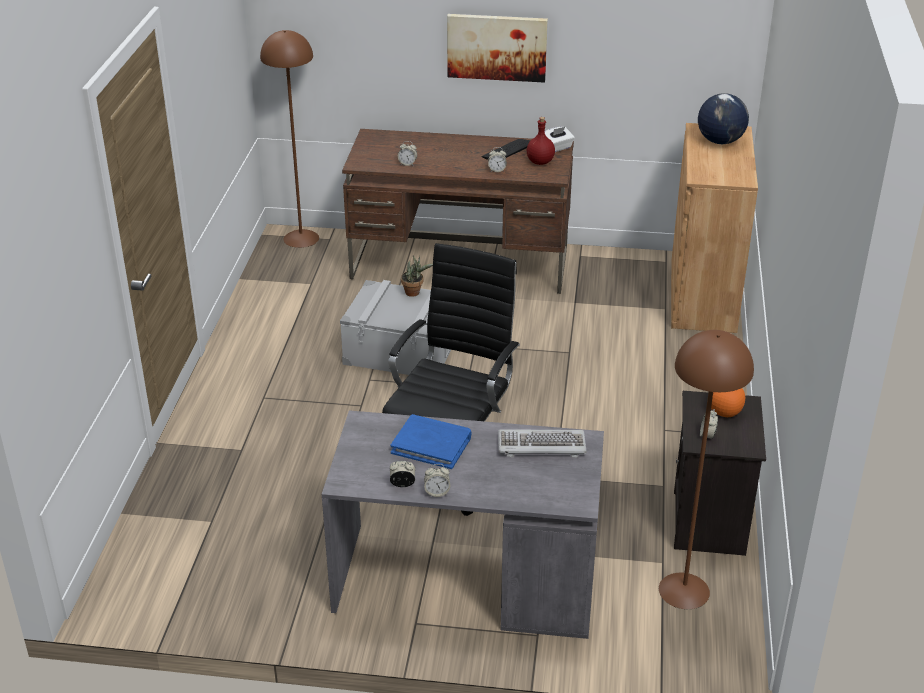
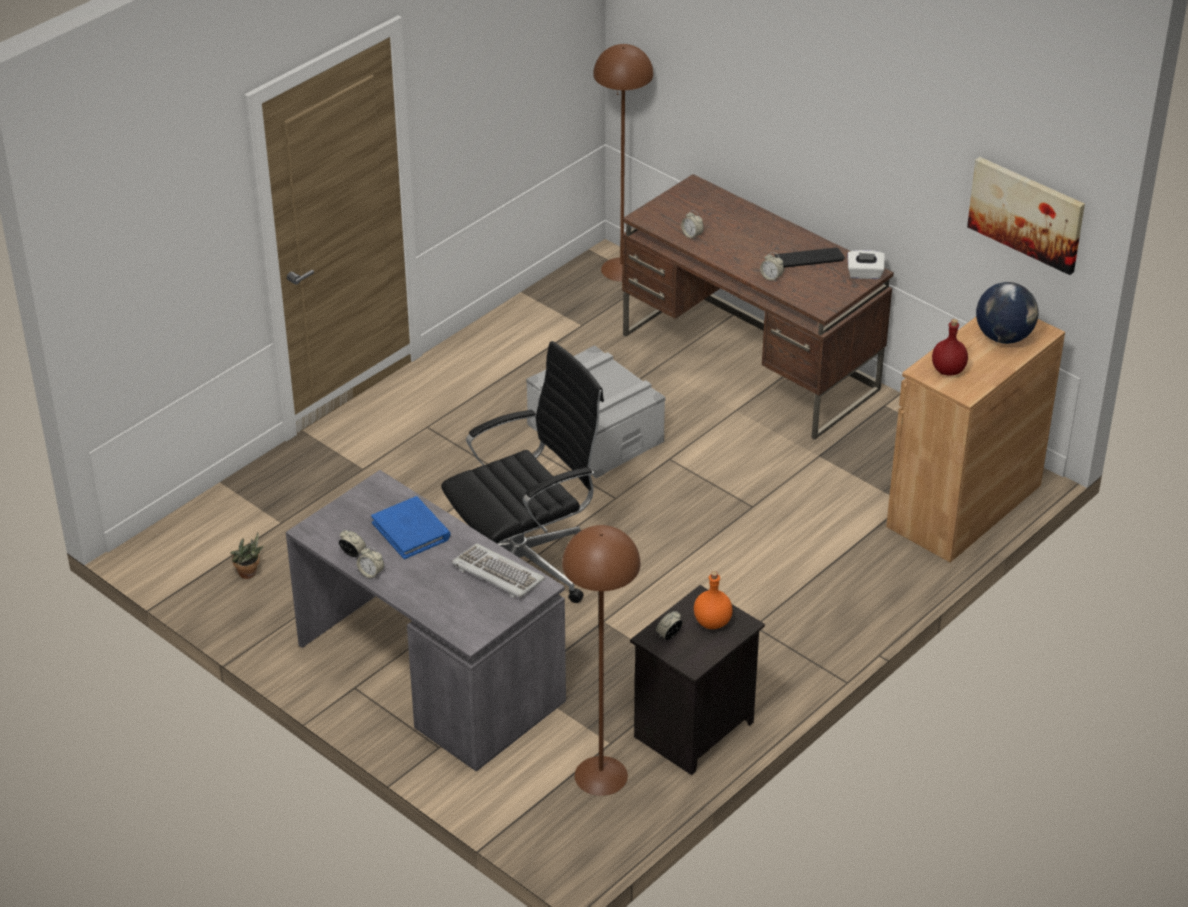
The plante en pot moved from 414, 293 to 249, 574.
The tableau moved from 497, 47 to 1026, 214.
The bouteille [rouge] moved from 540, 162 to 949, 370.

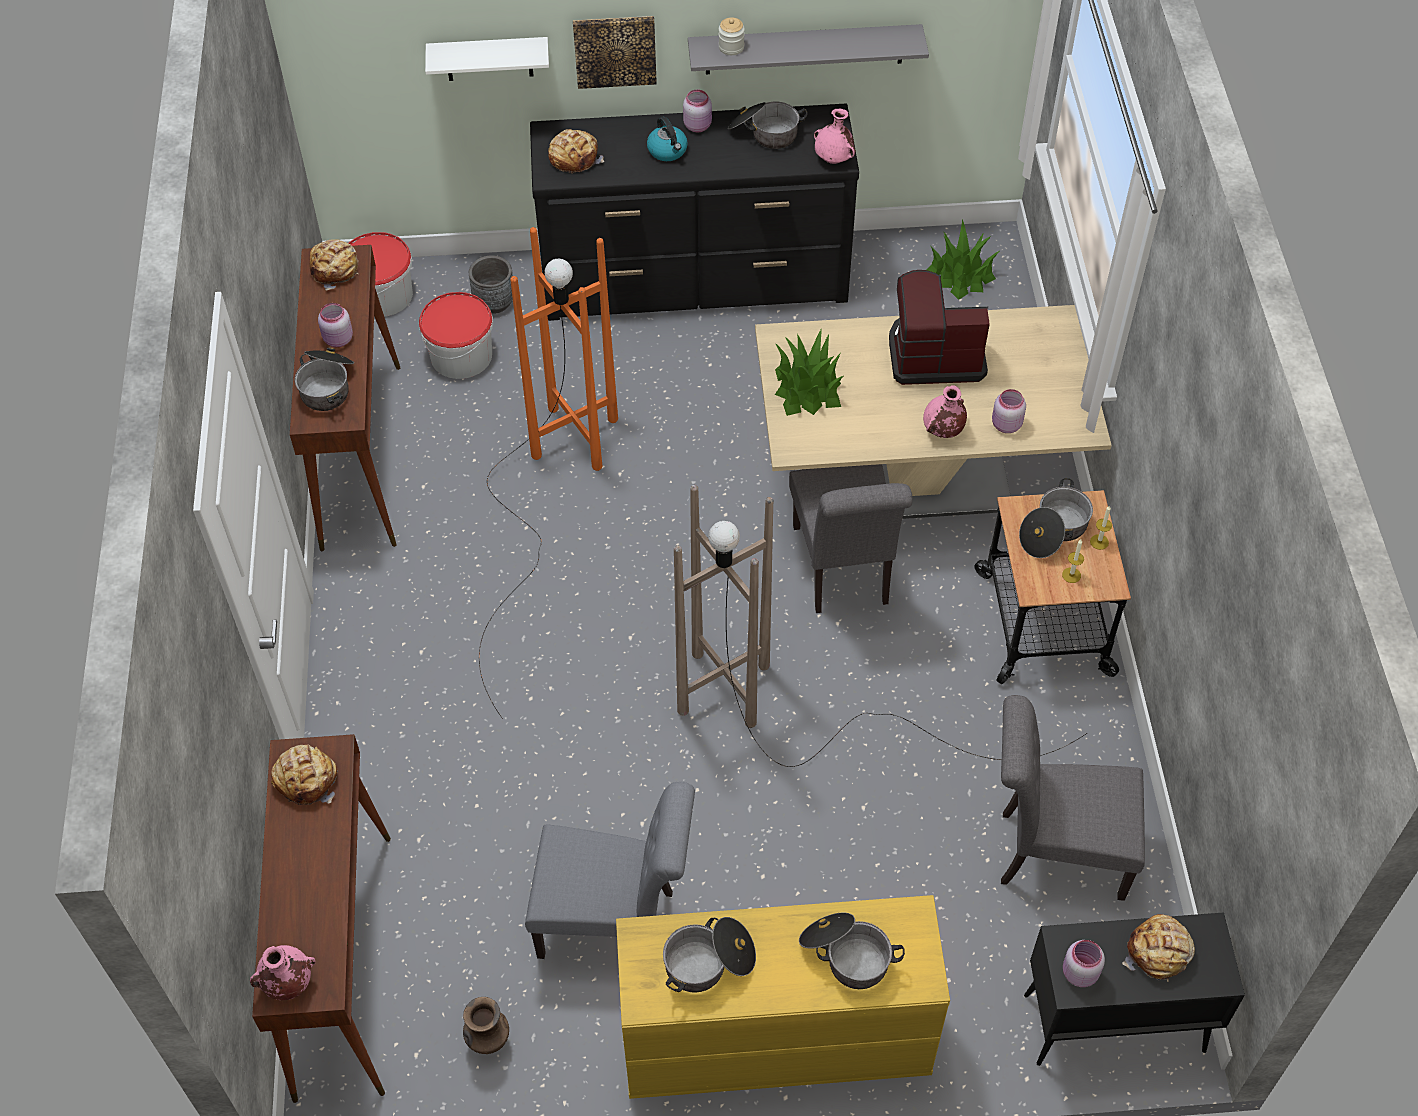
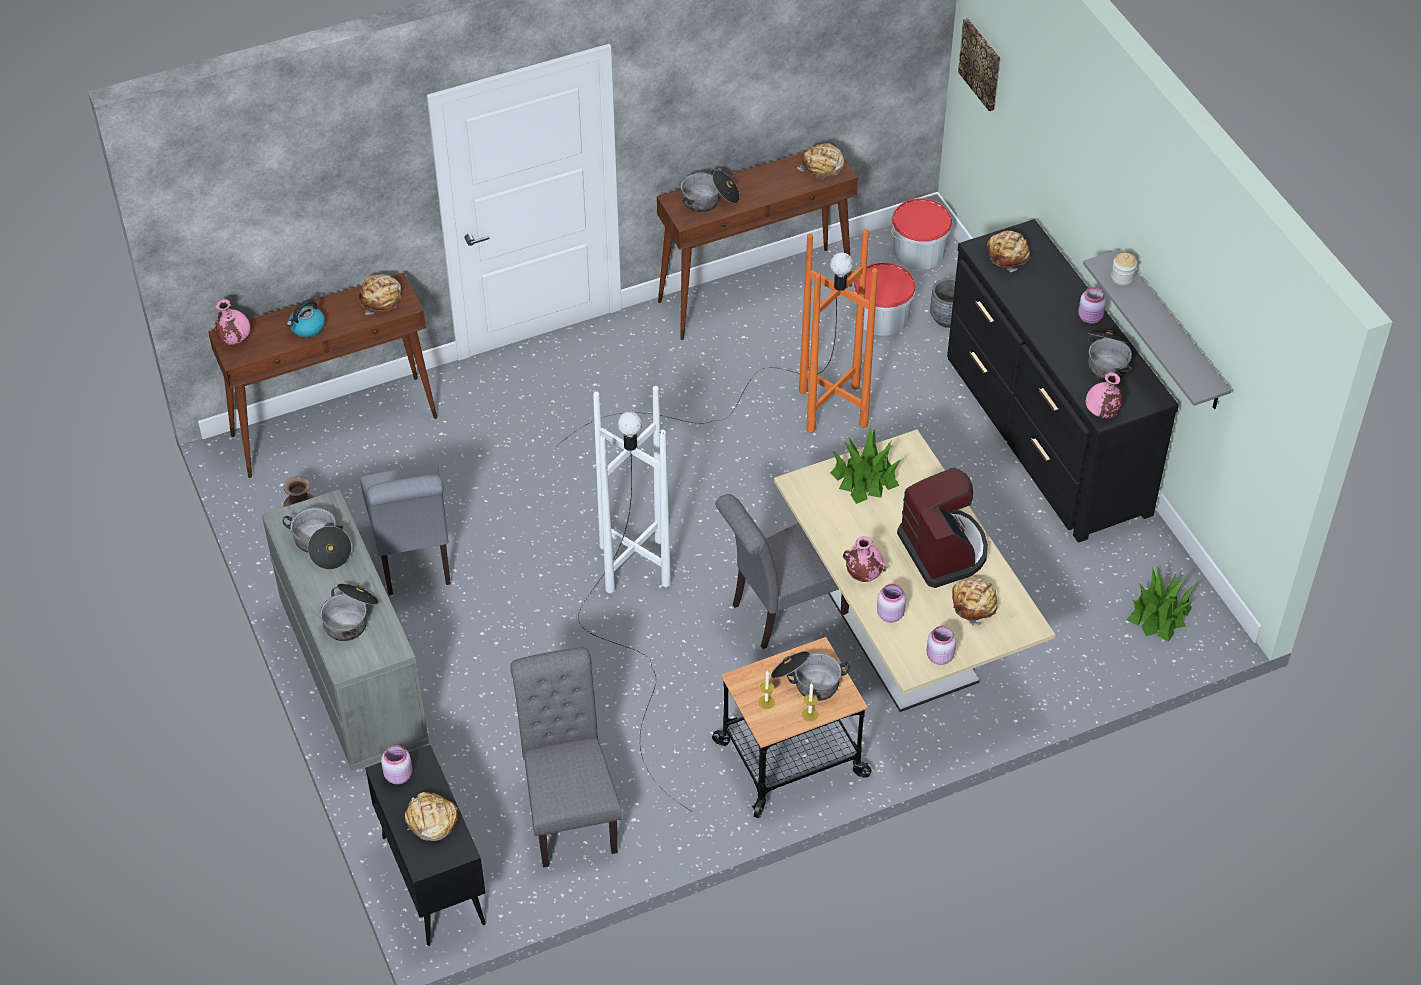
The étagère [blanc] at 489, 59 disappeared.
The pain at 975, 604 appeared.
The bocal [rose] moved from 338, 340 to 939, 656.
The tableau moved from 615, 50 to 981, 64.
The bouilloire moved from 668, 151 to 307, 328.
The commode [jaune] at 773, 1038 became the commode [gris] at 353, 673.
The lampadaire [marron] at 805, 715 became the lampadaire [blanc] at 633, 622.

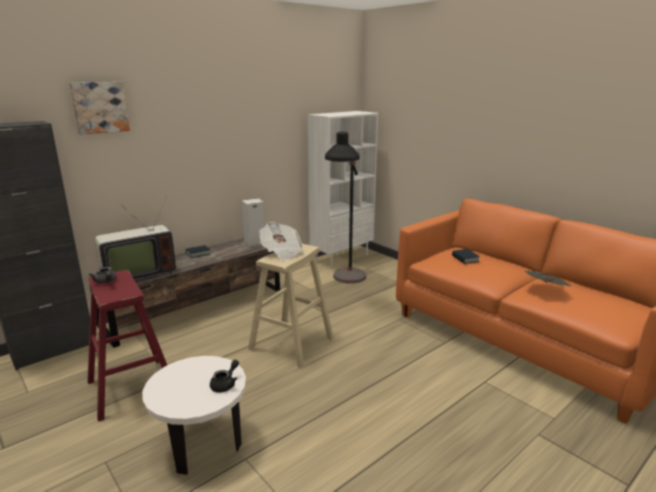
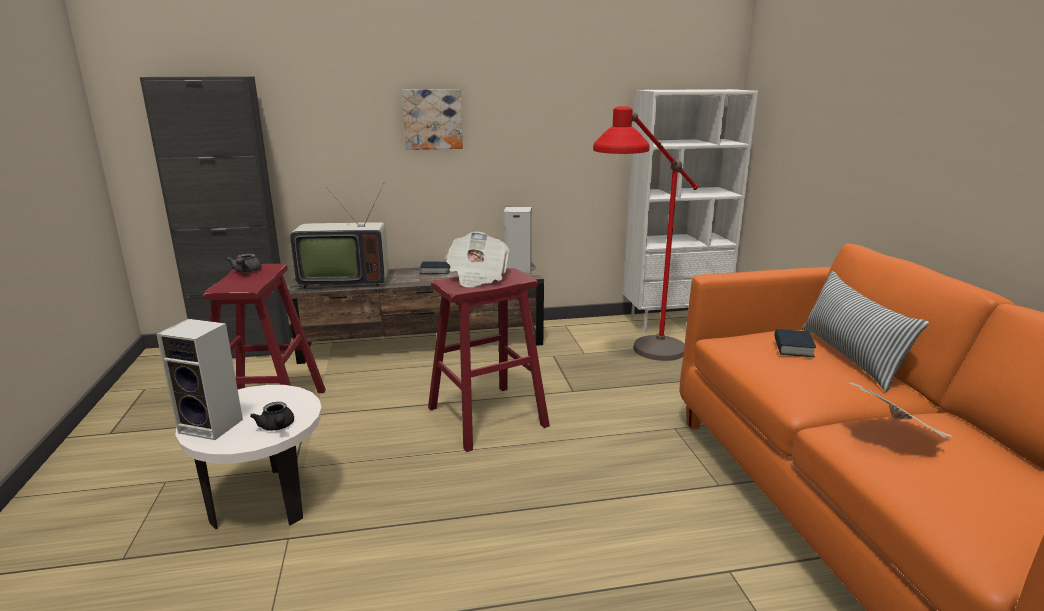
The enceinte at 213, 426 appeared.
The coussin at 850, 357 appeared.
The tableau moved from 100, 107 to 432, 119.
The tabouret [beige] at 291, 344 became the tabouret [rouge] at 487, 417.
The lampadaire [noir] at 346, 286 became the lampadaire [rouge] at 640, 361.
The théière [noir] at 225, 384 turned 90 degrees clockwise.

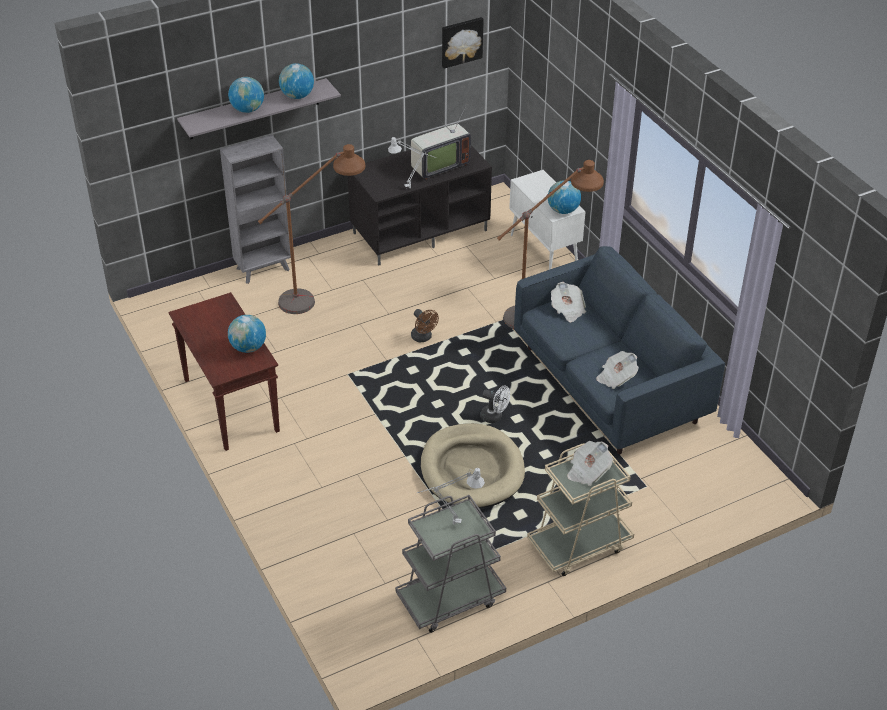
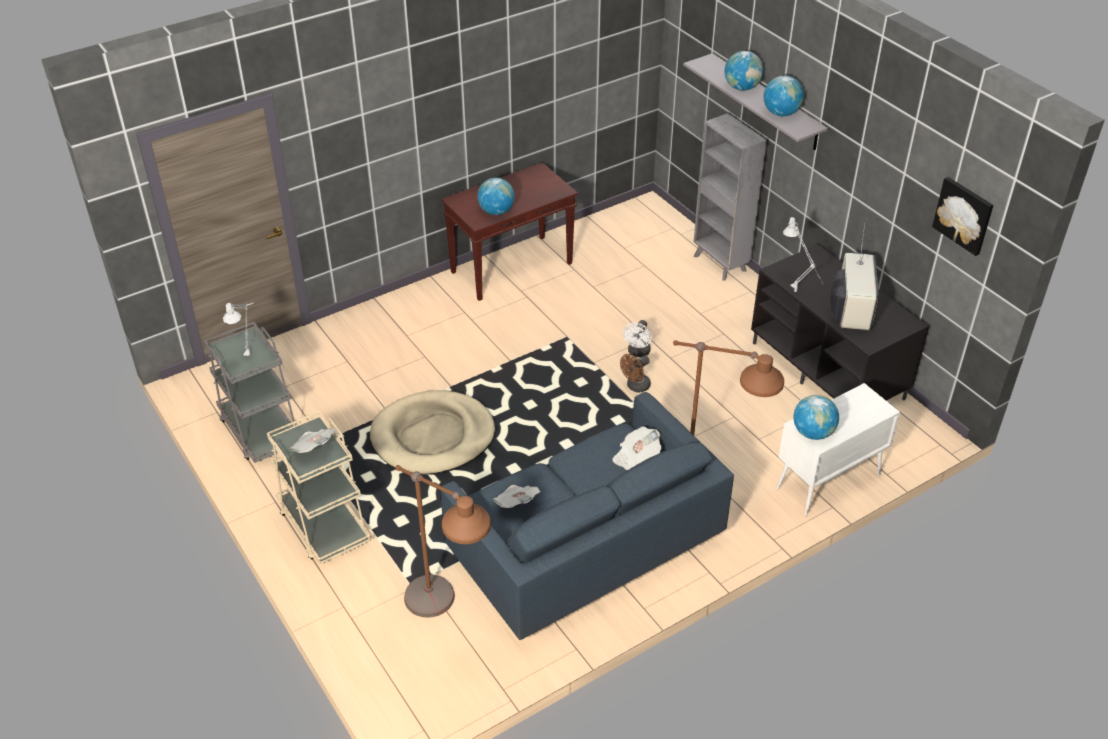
The lampadaire [marron] moved from 320, 294 to 447, 621.
The ventilateur [blanc] moved from 494, 417 to 638, 353.
The téléviseur at 438, 166 turned 135 degrees counterclockwise.

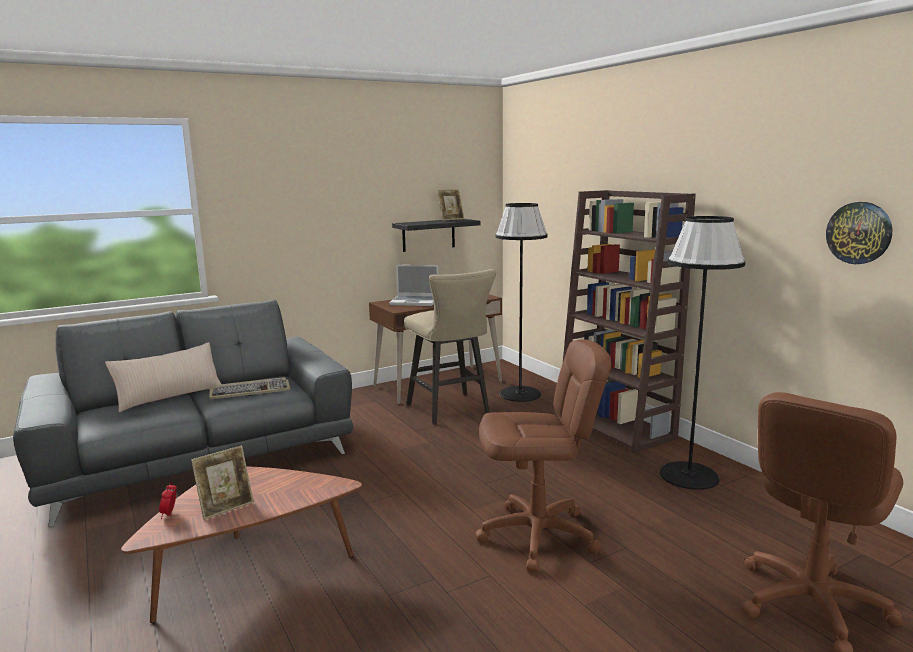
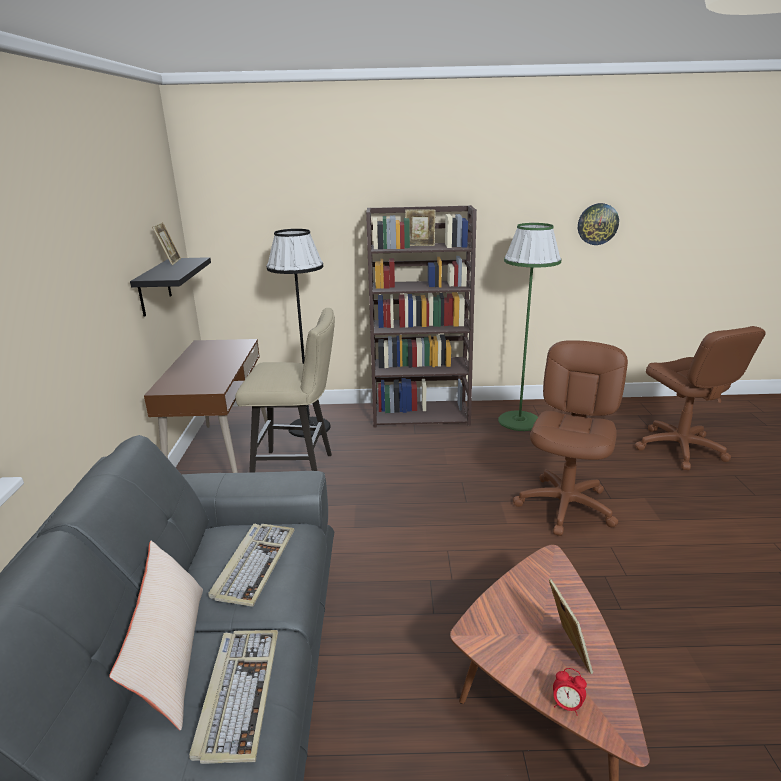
The ordinateur portable at 415, 302 disappeared.
The clavier at 238, 693 appeared.
The cadre photo at 420, 245 appeared.
The lampadaire [noir] at 689, 476 became the lampadaire [vert] at 519, 421.

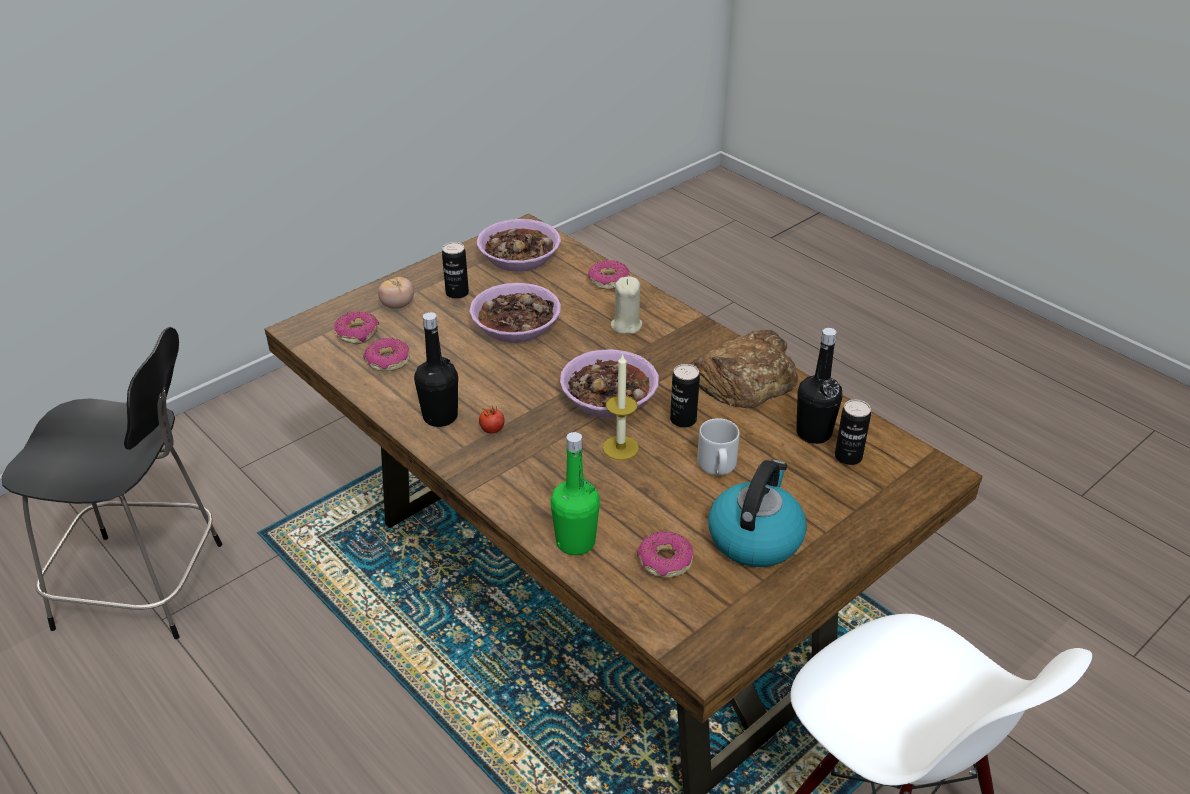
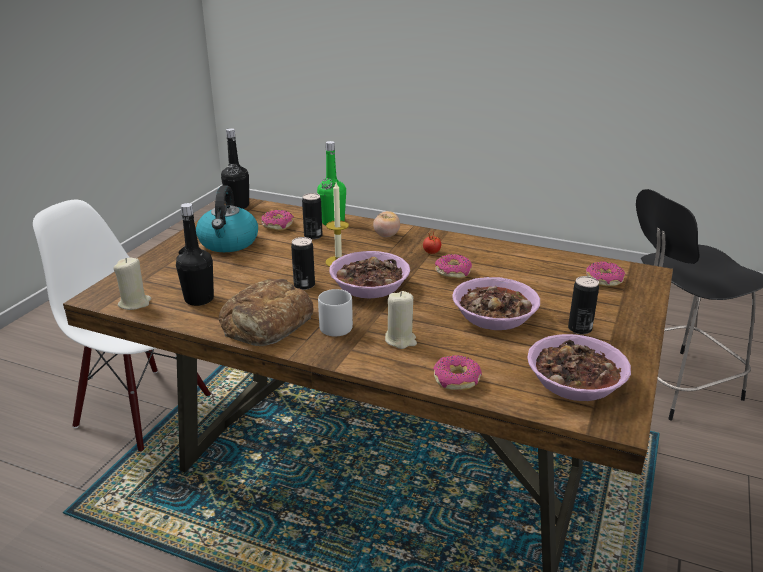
The bougie [beige] at 135, 303 appeared.
The beignet moved from 387, 361 to 453, 272.
The tomate moved from 397, 305 to 386, 235.
The bouteille [noir] moved from 440, 416 to 238, 206.
The mug [gris] moved from 717, 467 to 334, 326.
The boîte métallique moved from 848, 457 to 313, 236.

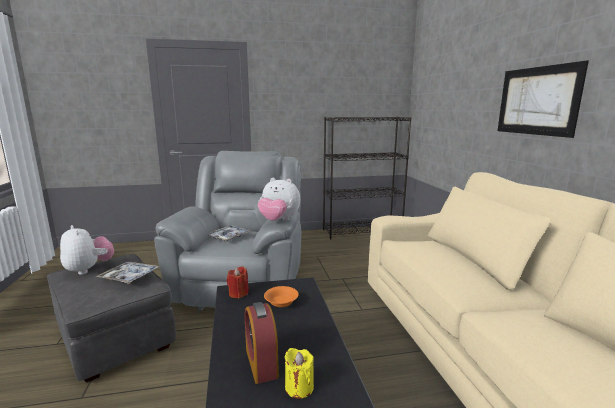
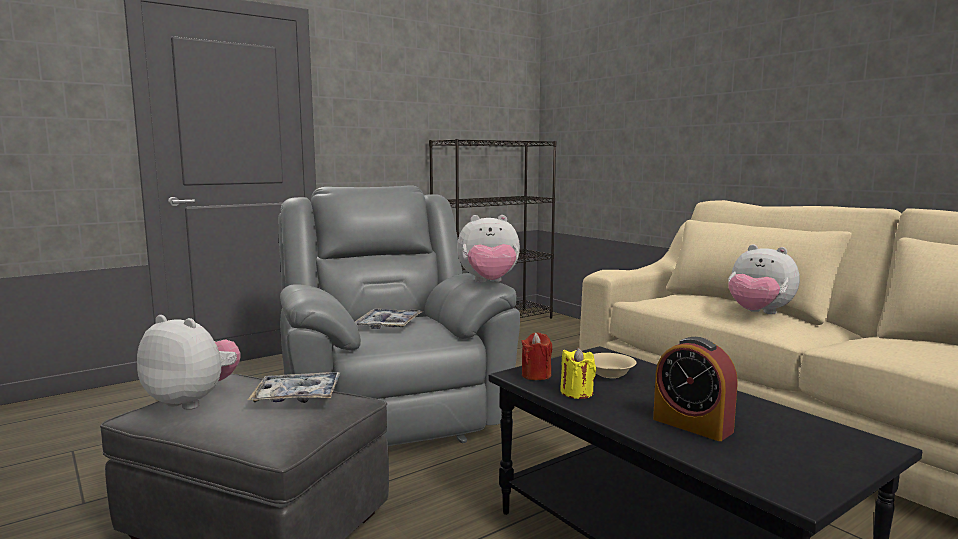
The tableau at 537, 101 disappeared.
The peluche at 758, 313 appeared.
The bougie [jaune] moved from 299, 387 to 577, 393.
The bol [orange] at 281, 303 became the bol [beige] at 610, 374.

